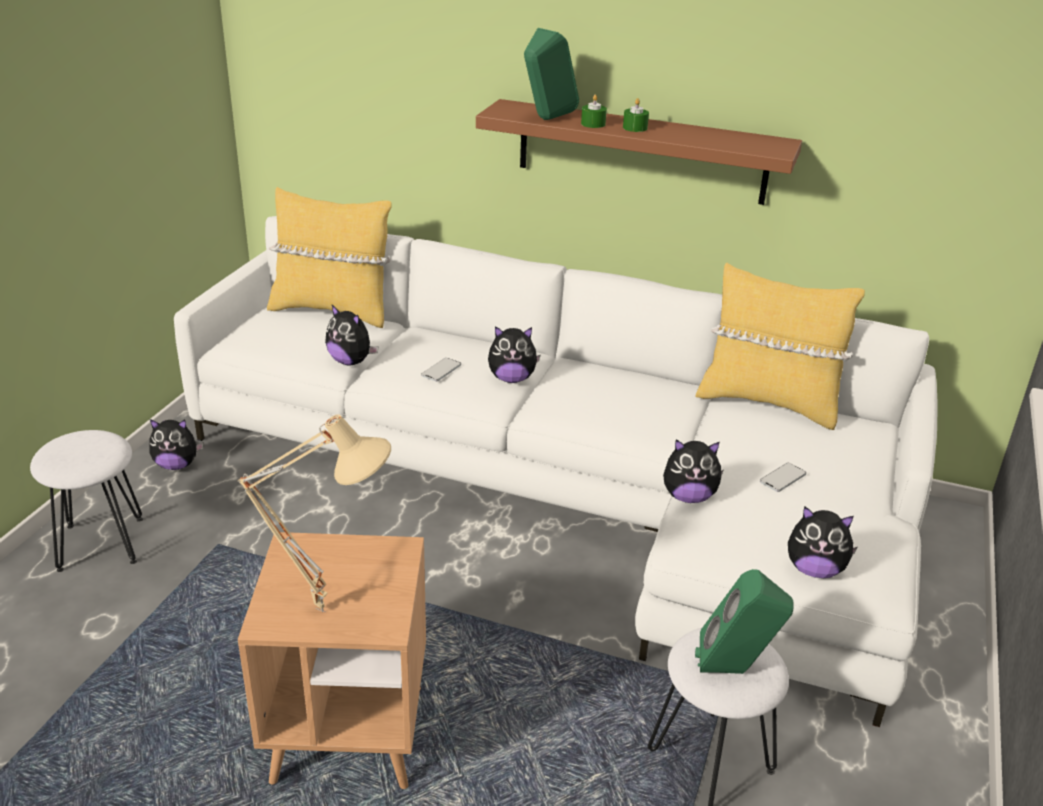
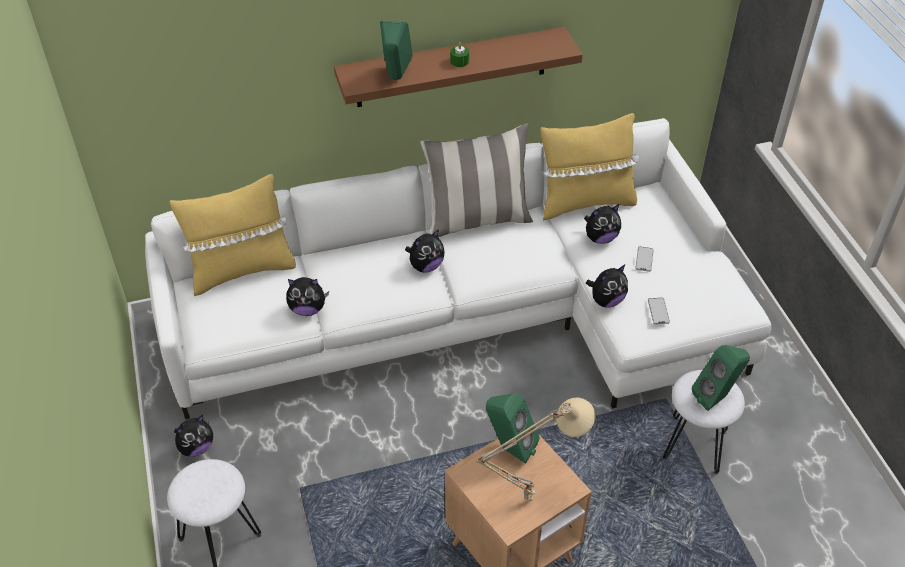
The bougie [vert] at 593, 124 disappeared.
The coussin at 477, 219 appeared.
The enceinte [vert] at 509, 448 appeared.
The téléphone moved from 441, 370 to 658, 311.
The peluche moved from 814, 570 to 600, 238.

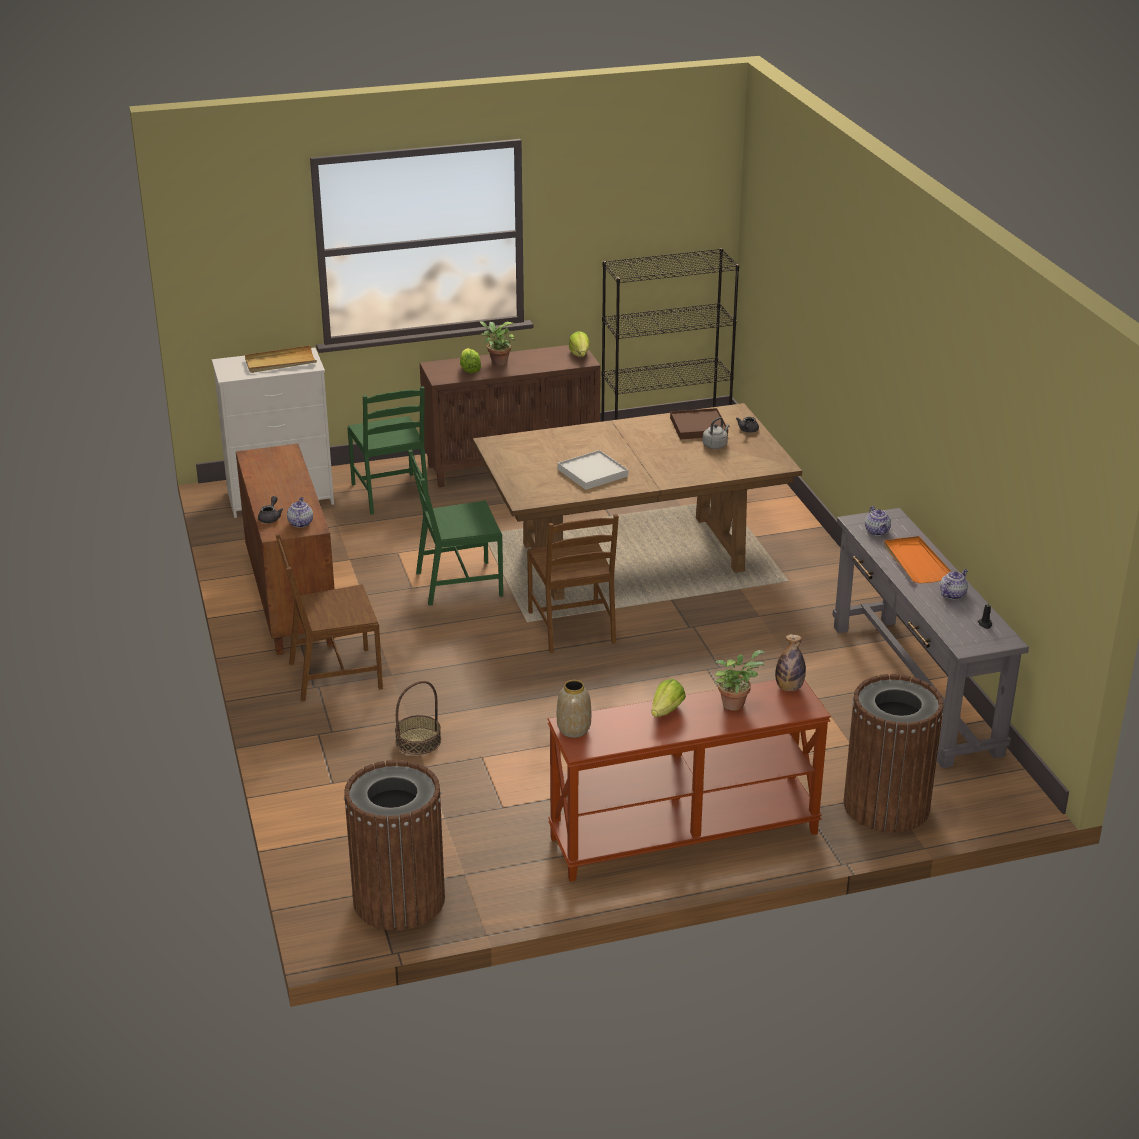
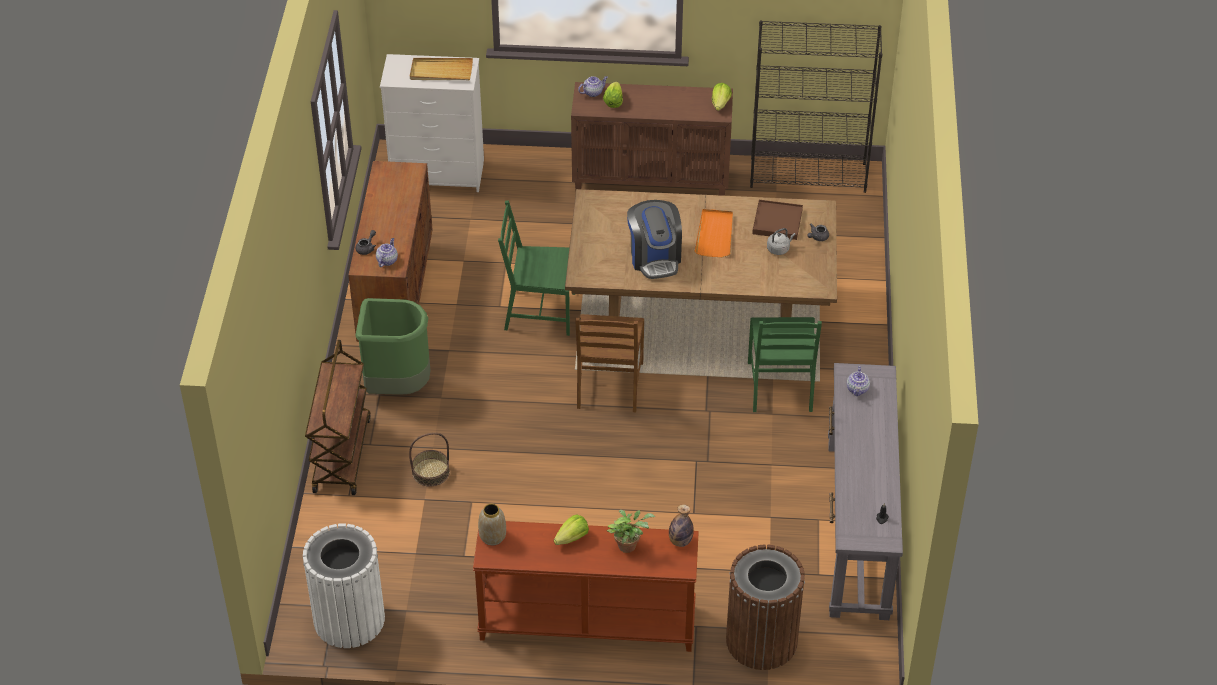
The plante en pot at 497, 362 disappeared.
The chariot [marron] at 341, 454 appeared.
The chaise [vert] moved from 391, 494 to 781, 387.
The plateau [orange] moved from 915, 562 to 714, 235.
The théière moved from 952, 594 to 593, 92.
The chaise [marron] at 334, 675 was replaced by the poubelle [vert] at 396, 386.
The plateau [blanc] at 592, 473 was replaced by the machine à café at 654, 257.
The poubelle [marron] at 398, 899 became the poubelle [blanc] at 349, 619.

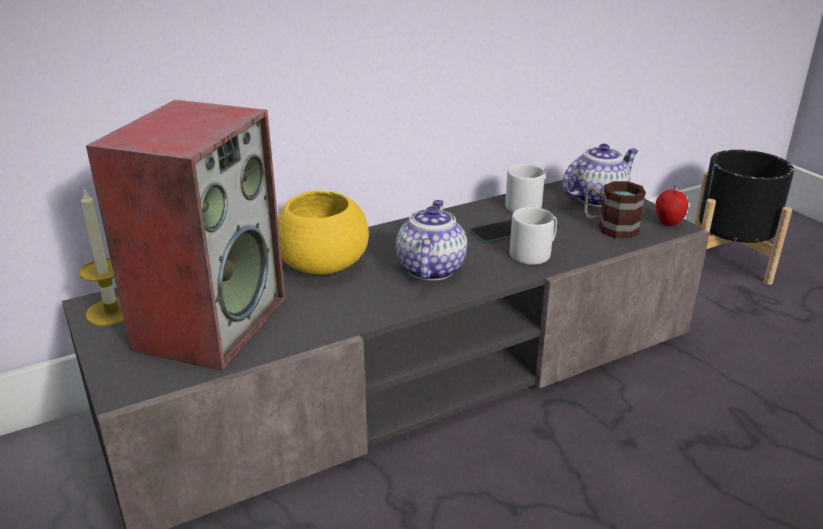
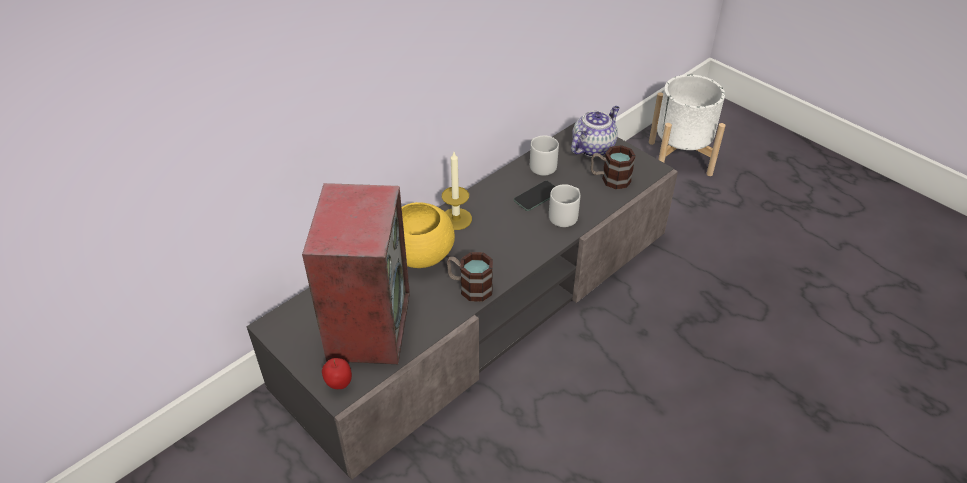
The théière at 430, 268 disappeared.
The mug at 469, 287 appeared.
The bougie moved from 112, 311 to 456, 219.
The pomme moved from 668, 224 to 339, 384.
The cache-pot [noir] at 729, 261 became the cache-pot [blanc] at 679, 157.

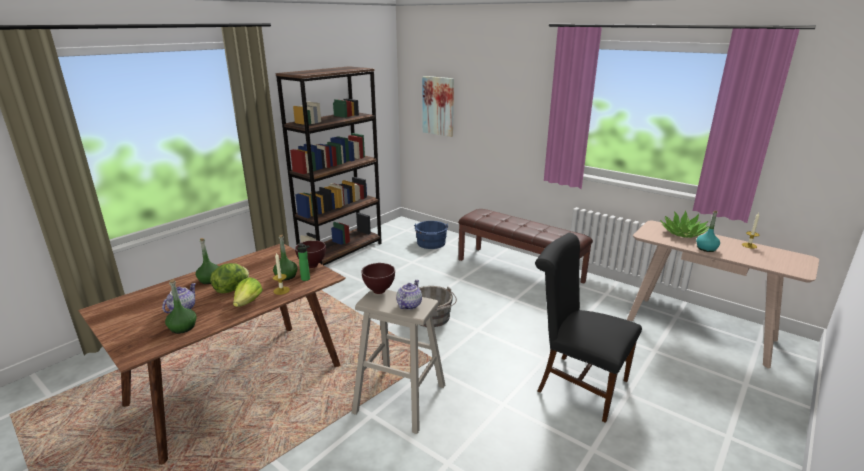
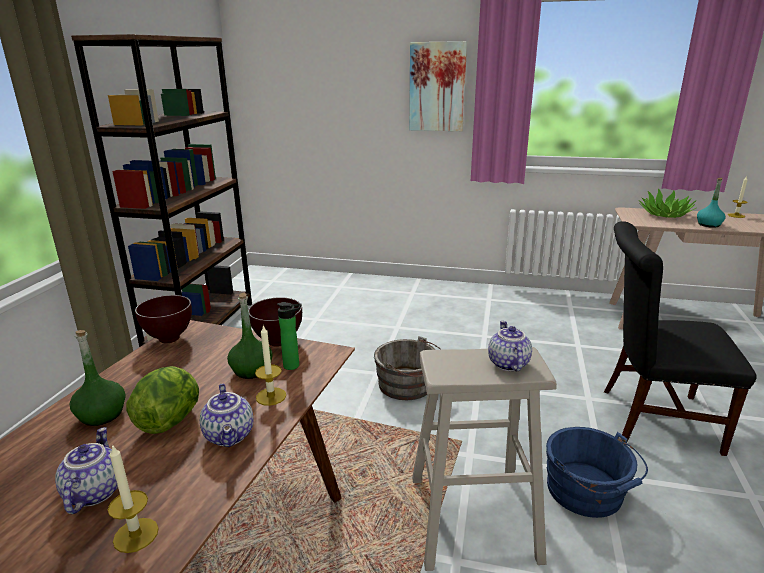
The banc [marron] at 519, 270 disappeared.
The bol [marron] moved from 380, 291 to 170, 339.
The seau [bleu] moved from 431, 244 to 588, 493.
The tableau moved from 438, 106 to 437, 87.
The bouteille [vert] at 183, 328 was replaced by the bougie at 136, 535.
The laitue at 248, 302 was replaced by the théière at 230, 435.

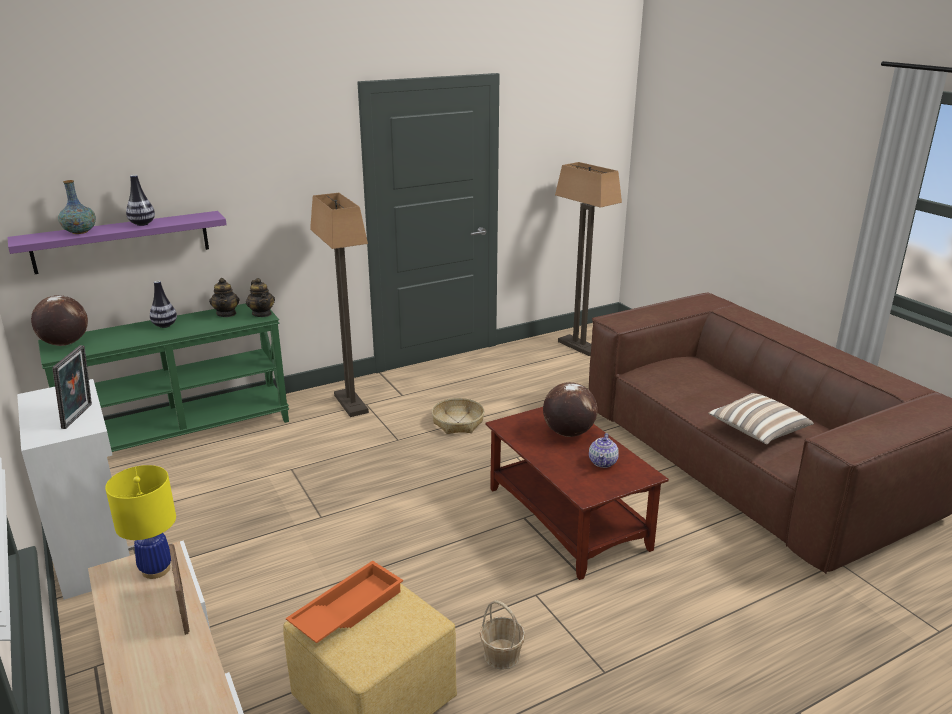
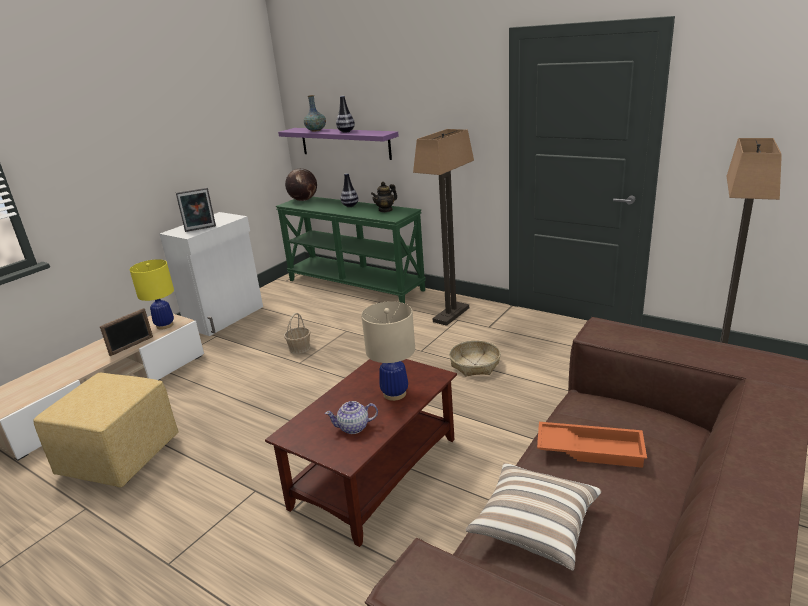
The théière at 262, 314 disappeared.
The plateau [orange] moved from 347, 609 to 590, 449.
The panier moved from 502, 654 to 299, 348.
The globe at 568, 433 was replaced by the lampe de table [beige] at 394, 393.

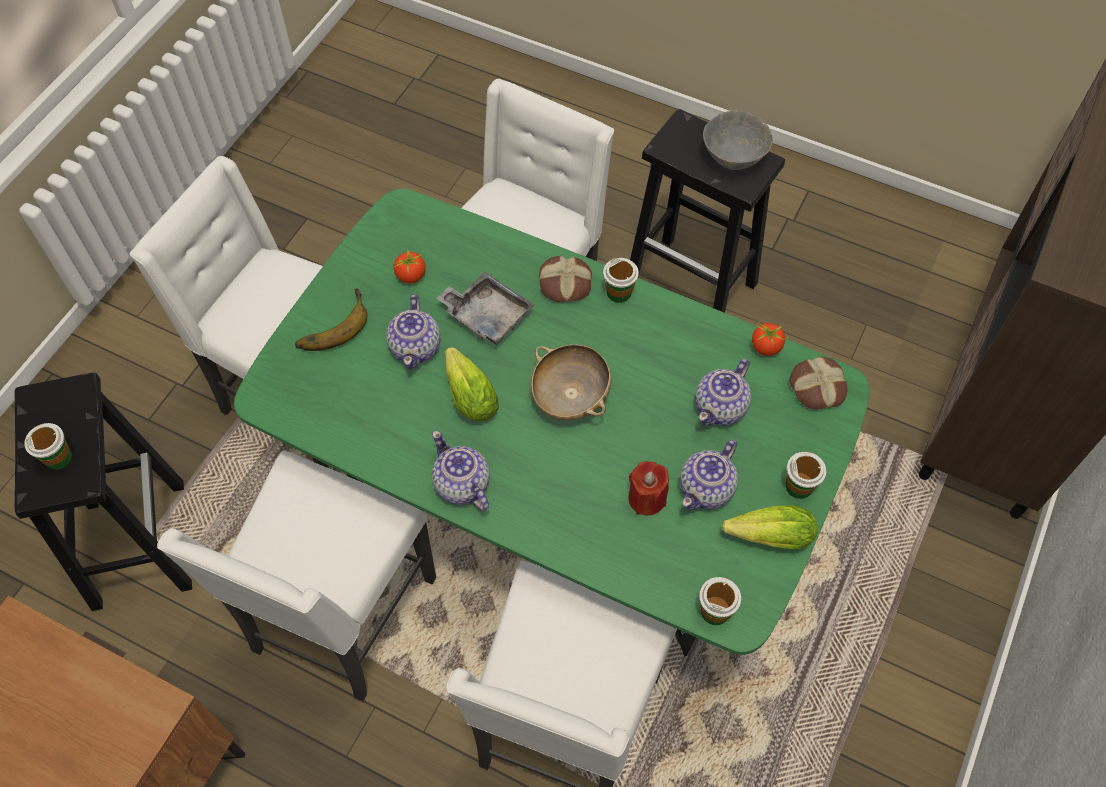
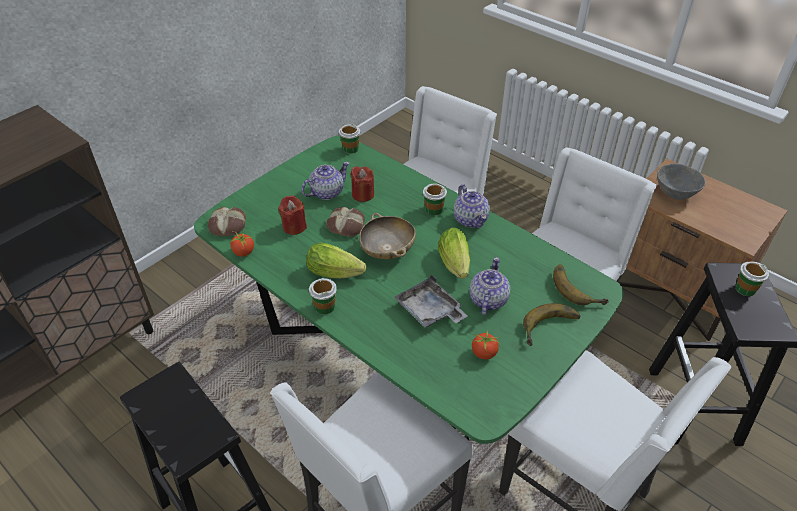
The banane at 577, 287 appeared.
The pain moved from 564, 284 to 346, 225.
The bol [gris] moved from 733, 157 to 675, 193.
The laitue moved from 765, 536 to 337, 273.
The tasse moved from 799, 486 to 434, 209.
The théière at 721, 407 was replaced by the bougie [rouge] at 294, 227.

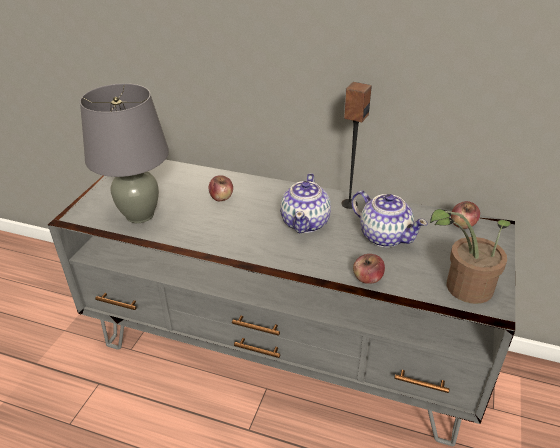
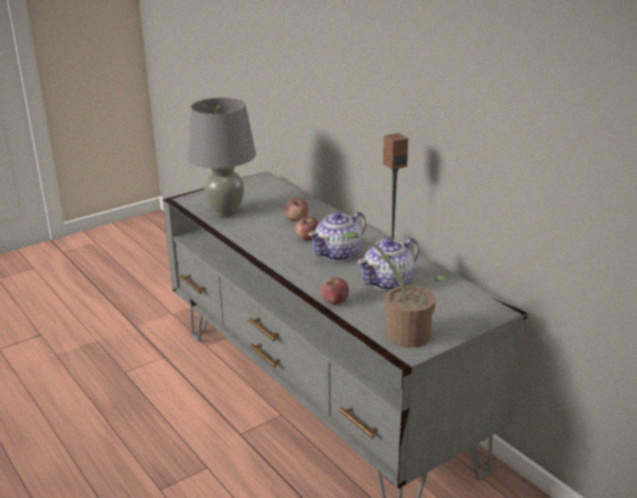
The pomme moved from 462, 225 to 307, 238.
The théière at 384, 236 turned 60 degrees clockwise.

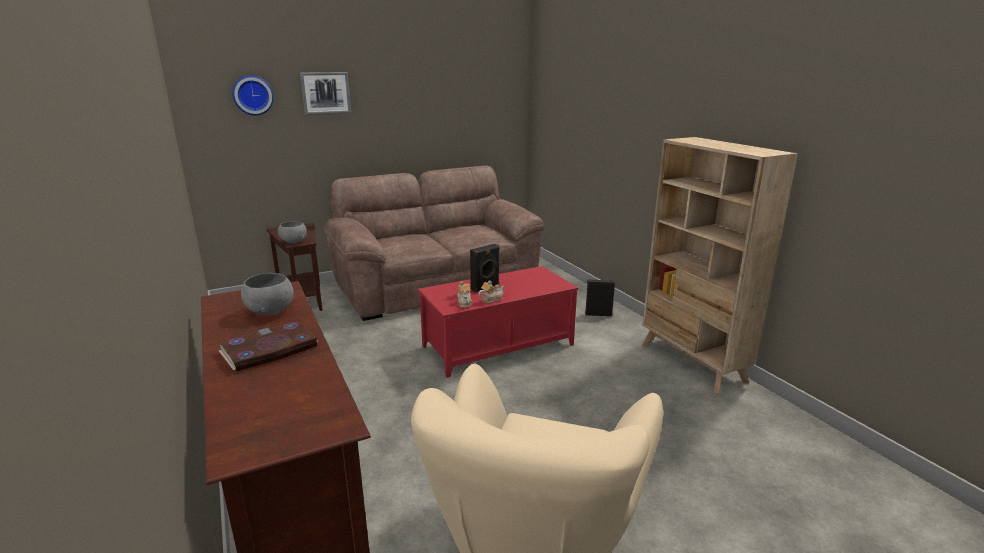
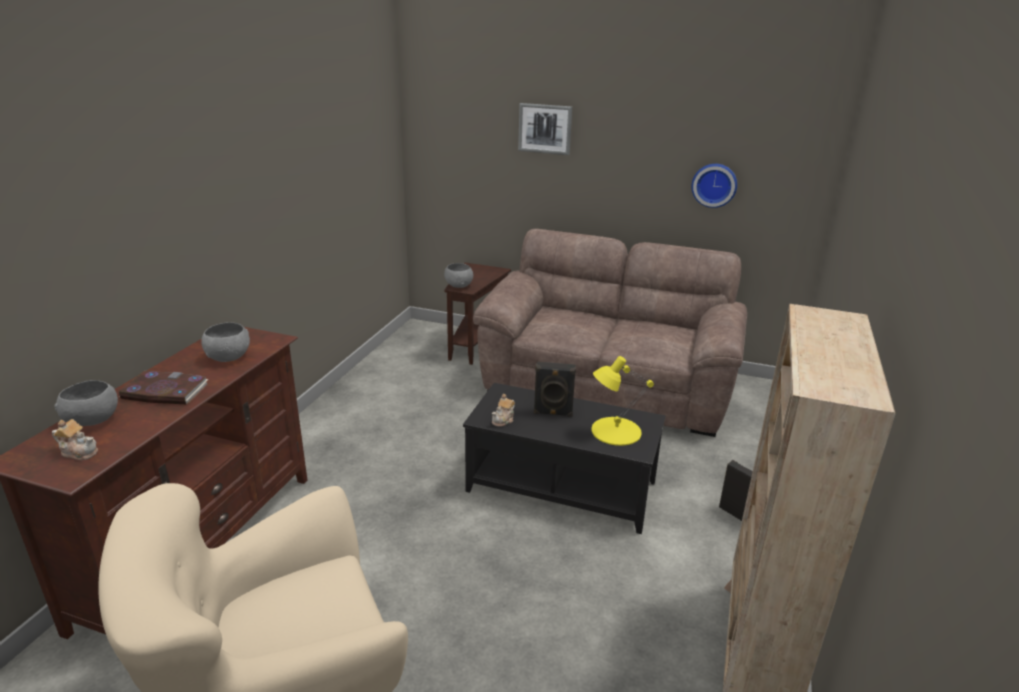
The bol [gris] at 92, 421 appeared.
The lampe de table [jaune] at 615, 431 appeared.
The horloge murale moved from 252, 95 to 714, 185.
The théière moved from 491, 300 to 79, 452.
The table basse [rouge] at 497, 345 became the table basse [noir] at 562, 485.

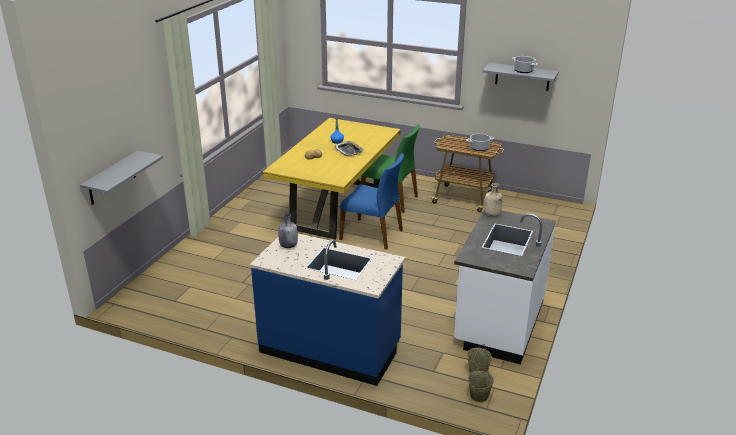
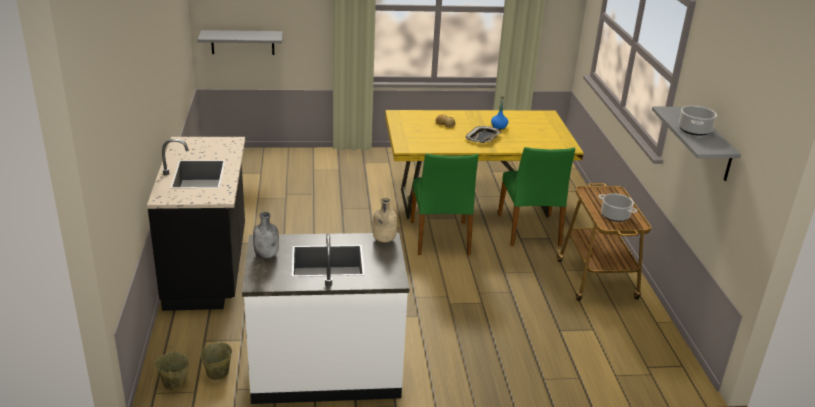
The bouteille [gris] moved from 288, 246 to 267, 255.
The comptoir de cuisine [bleu] at 330, 348 became the comptoir de cuisine [noir] at 209, 268.
The chaise [bleu] at 372, 234 became the chaise [vert] at 440, 238.

